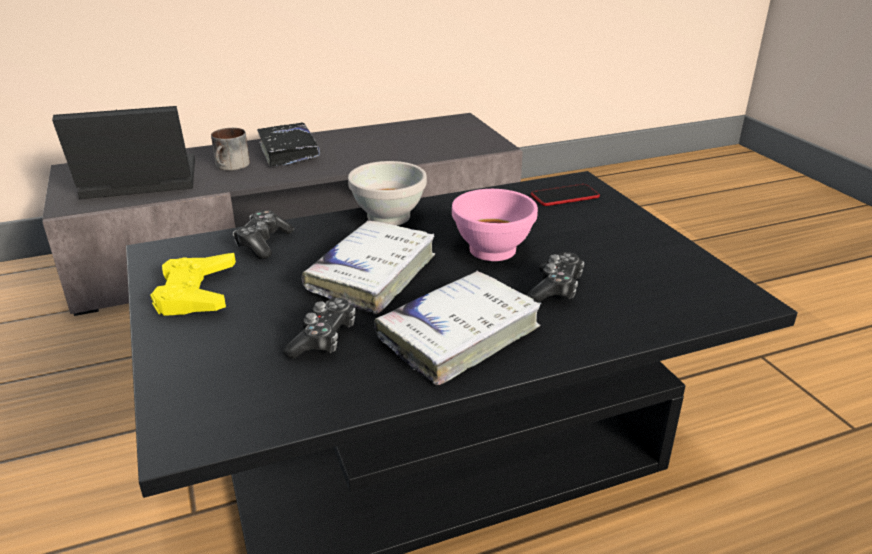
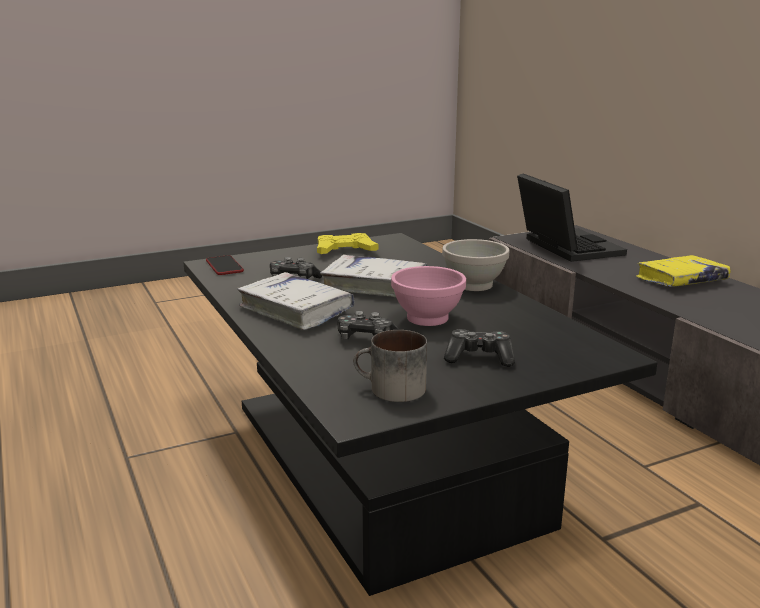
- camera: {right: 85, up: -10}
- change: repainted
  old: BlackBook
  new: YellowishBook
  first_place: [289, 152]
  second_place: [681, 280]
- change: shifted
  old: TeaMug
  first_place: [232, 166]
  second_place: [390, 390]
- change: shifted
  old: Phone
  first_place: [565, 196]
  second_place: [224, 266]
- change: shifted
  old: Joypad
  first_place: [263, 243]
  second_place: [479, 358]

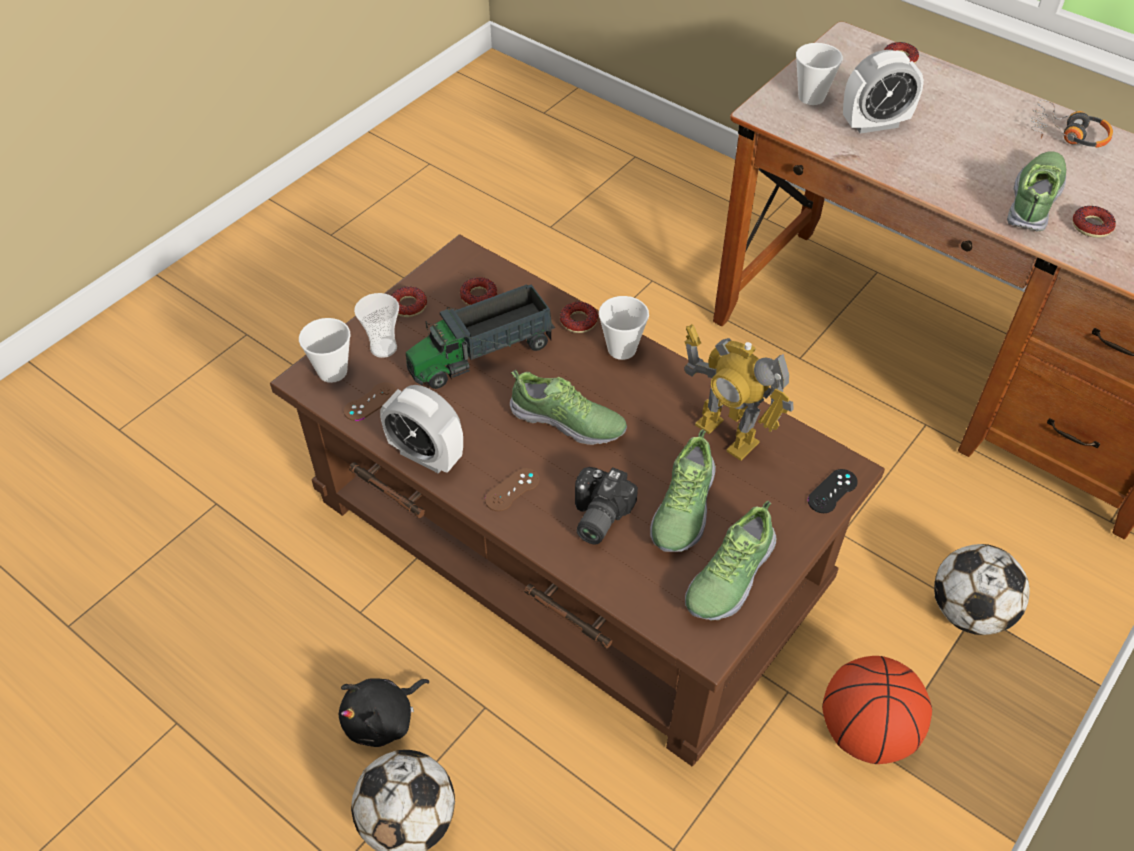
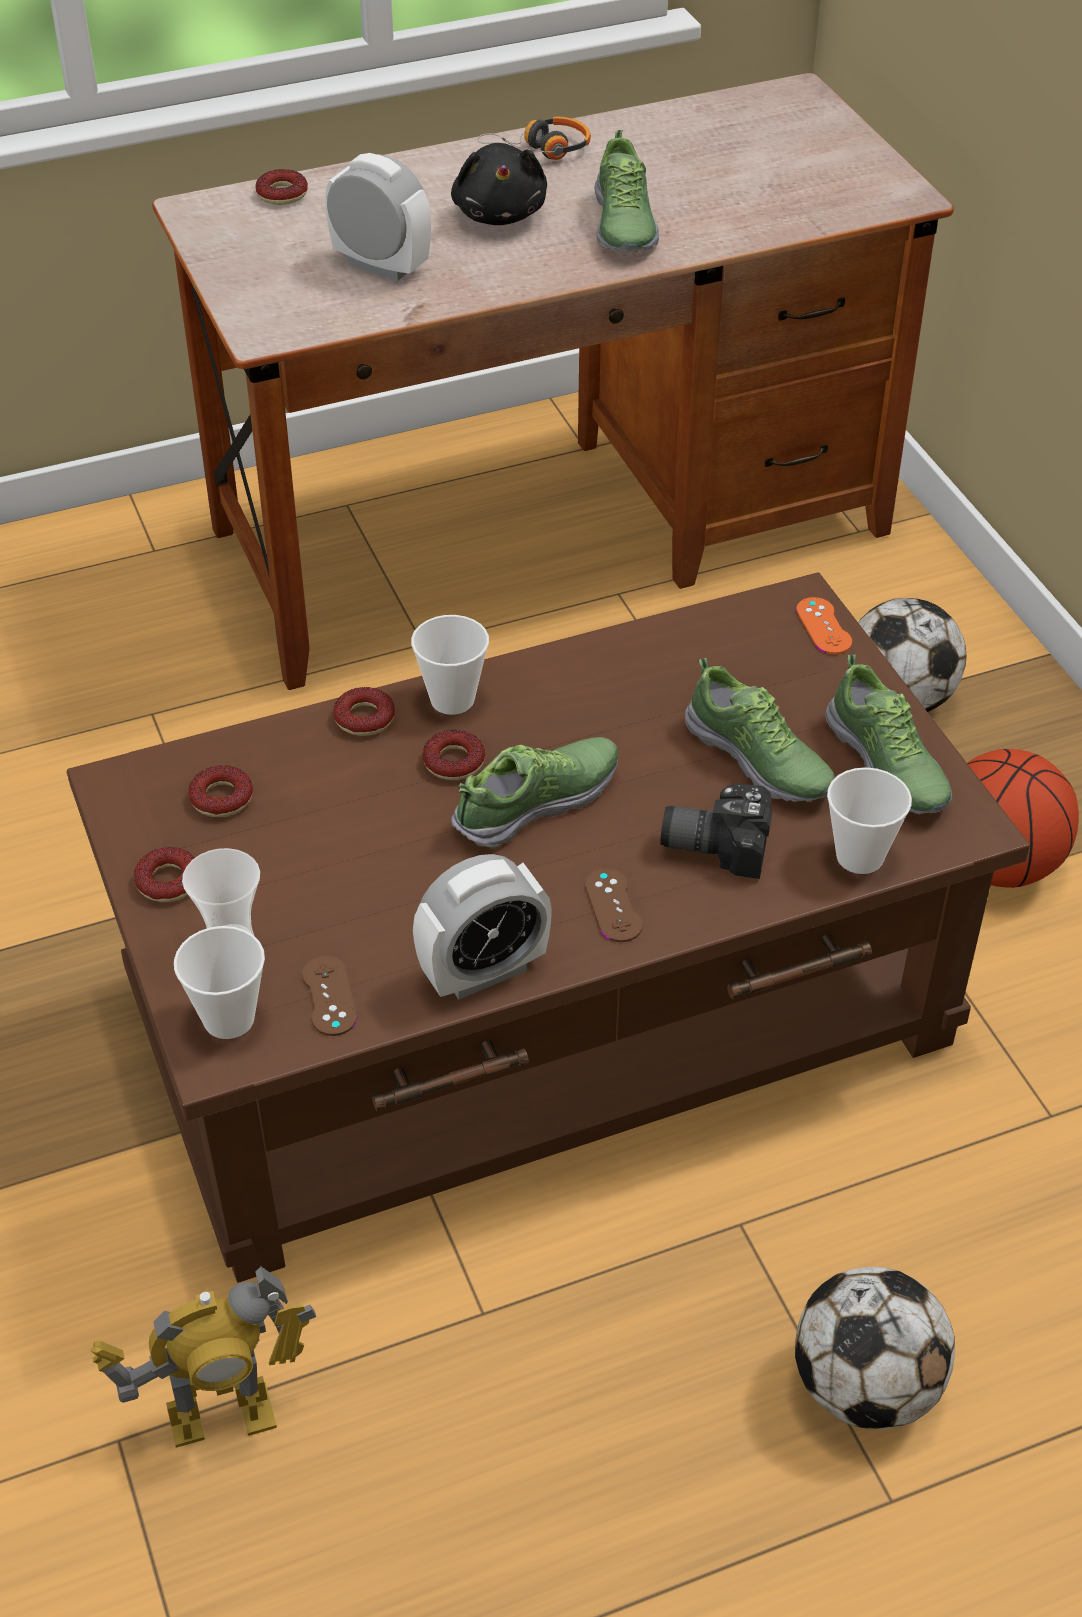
- camera: {right: -60, up: -5}
- change: shifted
  old: SmallCup
  first_place: [811, 97]
  second_place: [860, 856]
- change: rotated
  old: BedsideClock
  first_place: [874, 124]
  second_place: [381, 265]
  degrees: -75
- change: rotated
  old: ItemOfFootwear
  first_place: [1035, 200]
  second_place: [622, 225]
  degrees: -150
- change: shifted
  old: RingDoughnut
  first_place: [1091, 226]
  second_place: [454, 761]
- change: gone
  old: ToyLorry
  first_place: [481, 354]
- change: shifted
  old: RobotFigure
  first_place: [726, 434]
  second_place: [222, 1417]
- change: rotated
  old: StillCamera
  first_place: [596, 516]
  second_place: [715, 842]
  degrees: 135
- change: repainted
  old: BlackJoypad
  new: OrangeJoypad
  first_place: [832, 491]
  second_place: [823, 626]
- change: shifted
  old: BlackPlushToy
  first_place: [383, 719]
  second_place: [500, 214]

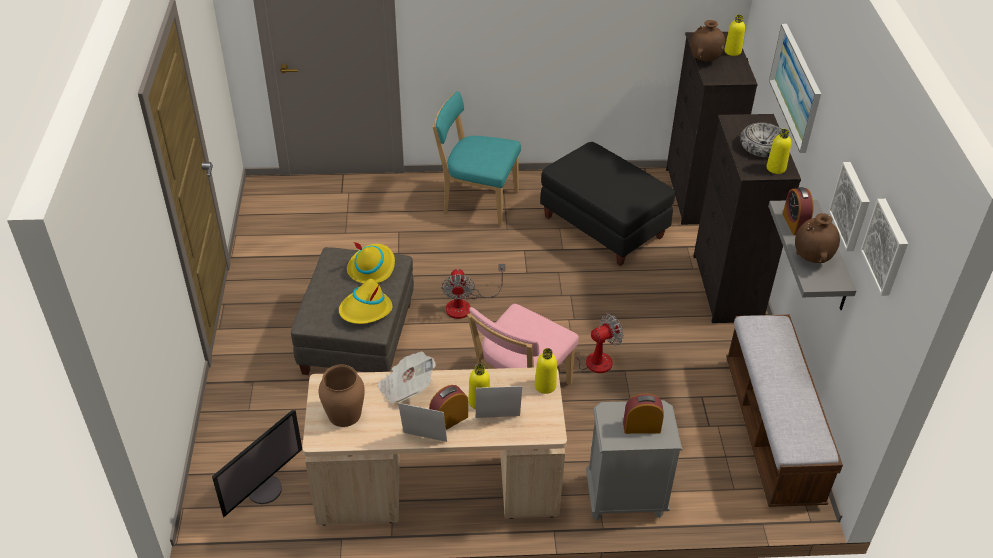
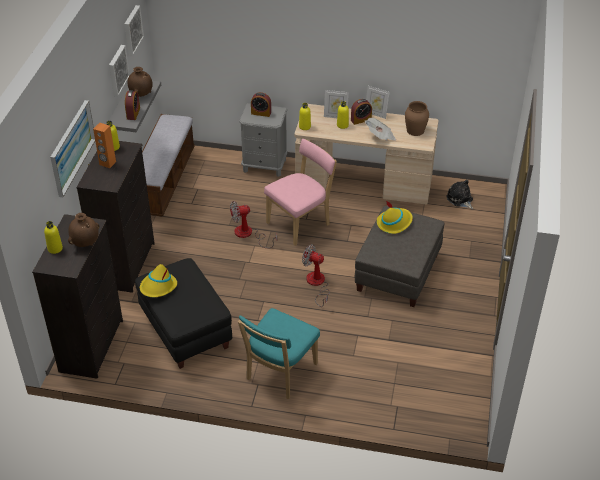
- camera: {right: -165, up: 0}
- change: rotated
  old: BlueGreenUprightChair
  first_place: [477, 202]
  second_place: [279, 373]
  degrees: 90
- change: swapped
  old: Bowl
  new: OrangeLoudspeaker
  first_place: [762, 146]
  second_place: [107, 163]
- change: shifted
  old: YellowishWearableHat
  first_place: [371, 267]
  second_place: [158, 287]
- change: rotated
  old: ElectricFan
  first_place: [466, 305]
  second_place: [317, 284]
  degrees: -75
- change: swapped
  old: ComputerScreen
  new: PlushToy
  first_place: [264, 489]
  second_place: [460, 199]

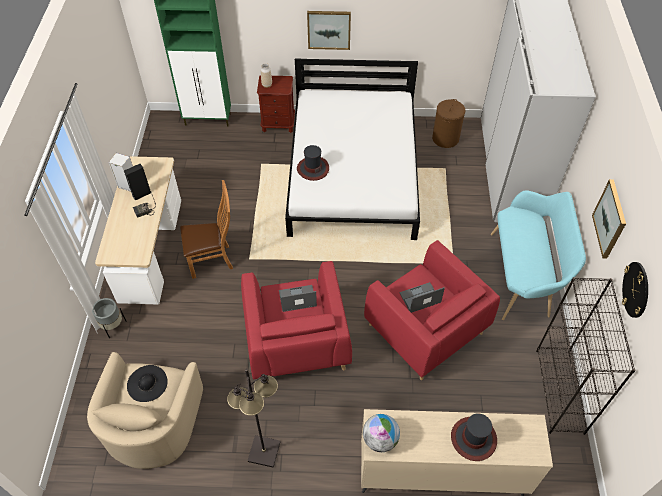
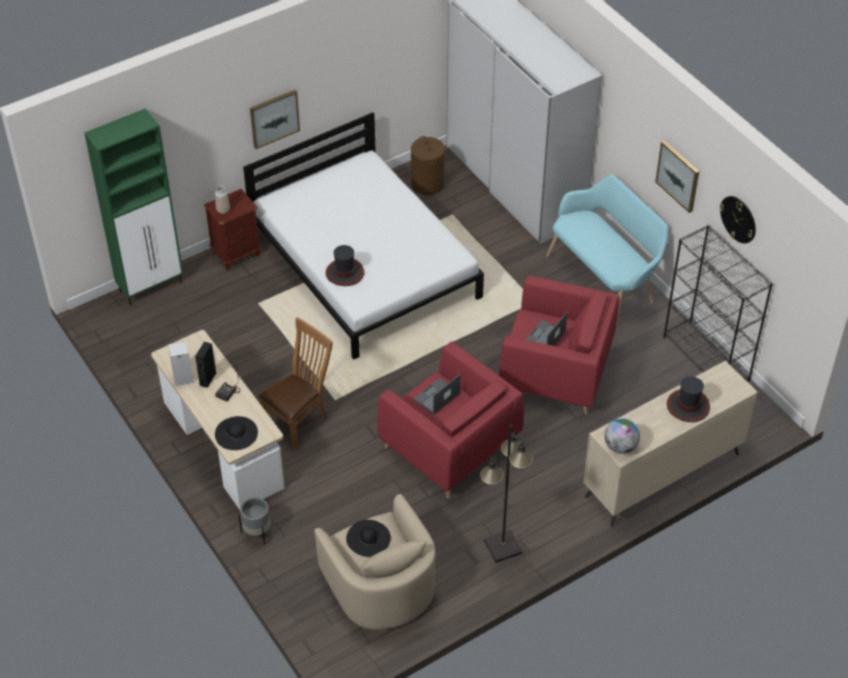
- camera: {right: -35, up: -5}
- change: new
  new: BlackWearableHat
  second_place: [236, 433]

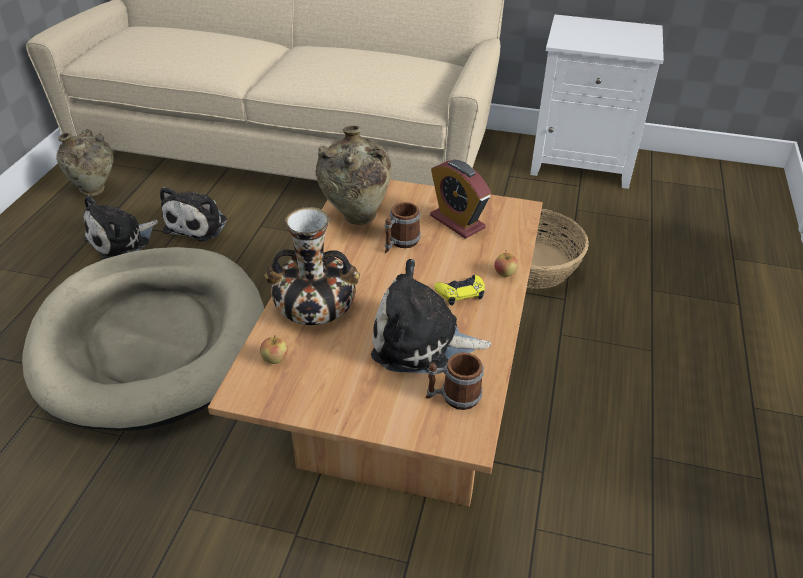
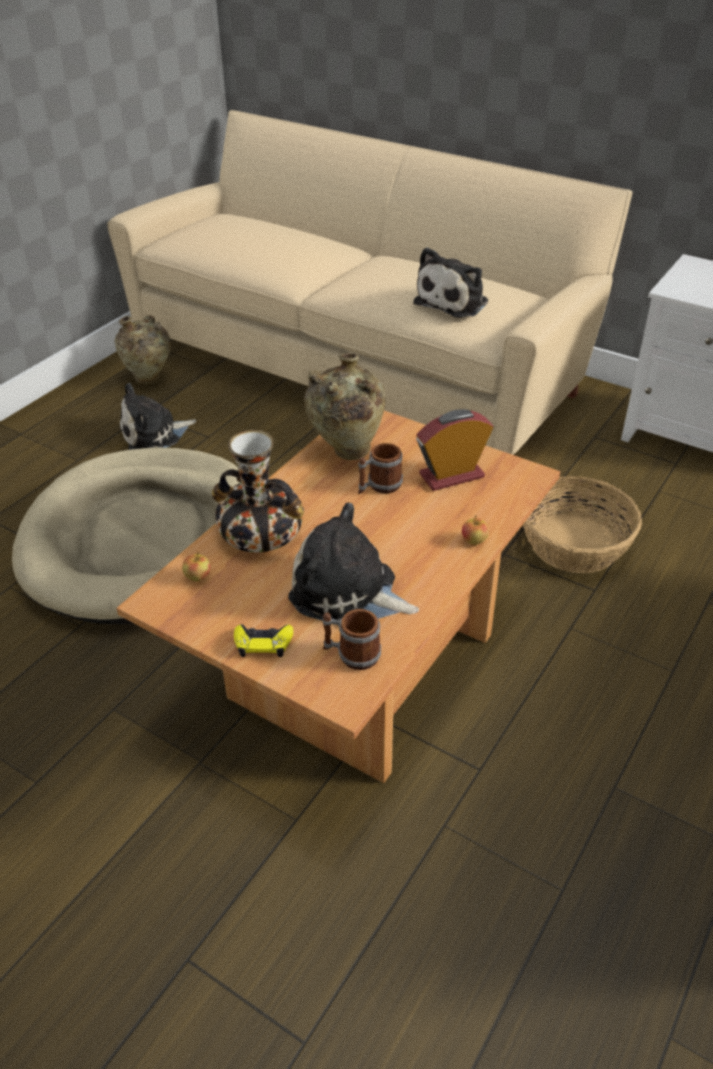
- camera: {right: 20, up: 0}
- change: rotated
  old: BedsideClock
  first_place: [457, 222]
  second_place: [451, 476]
  degrees: 90
- change: shifted
  old: PlushToy
  first_place: [198, 224]
  second_place: [454, 301]
- change: shifted
  old: YellowishJoypad
  first_place: [460, 292]
  second_place: [263, 643]

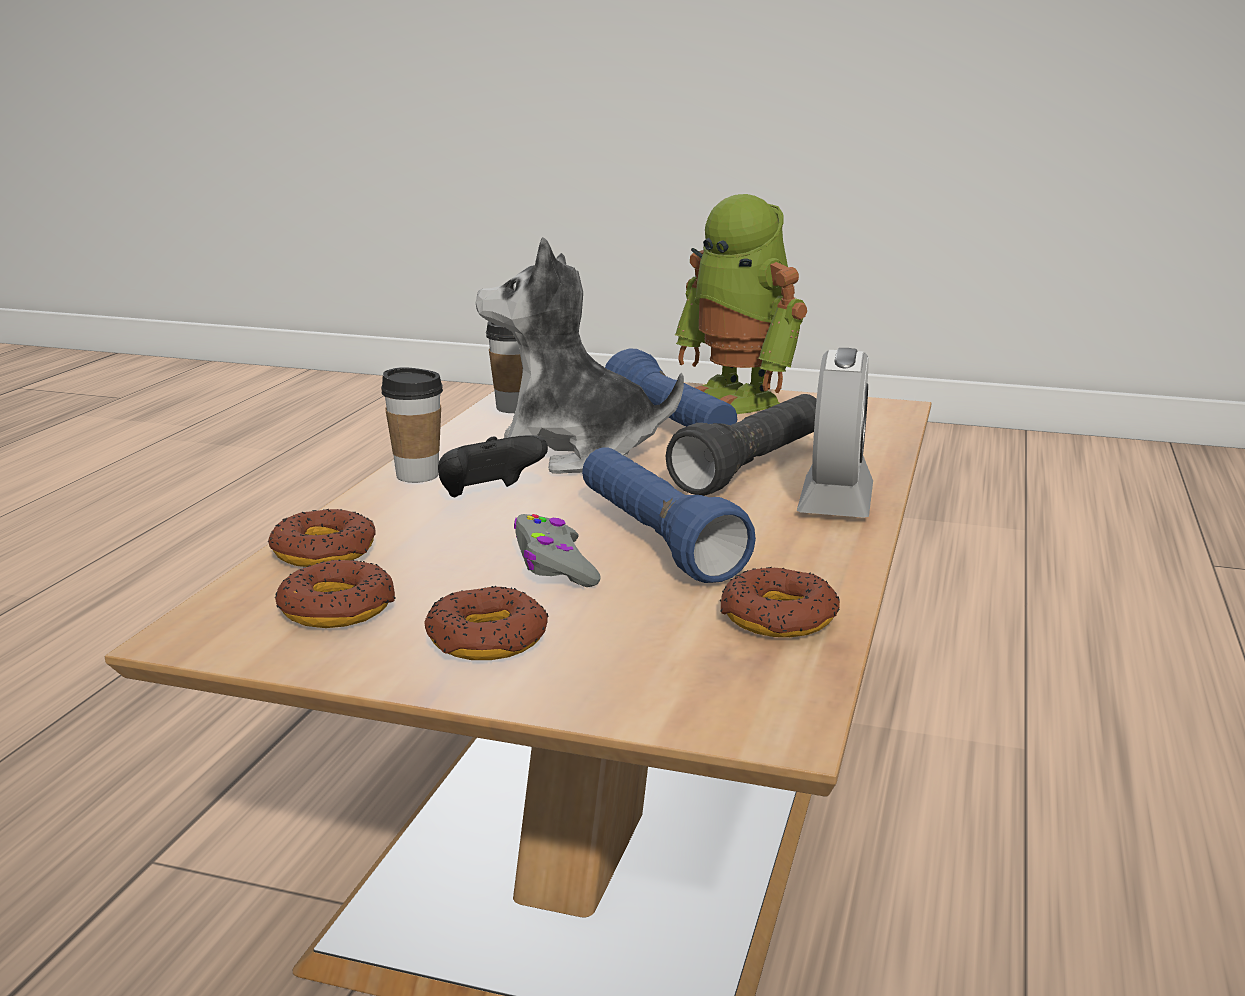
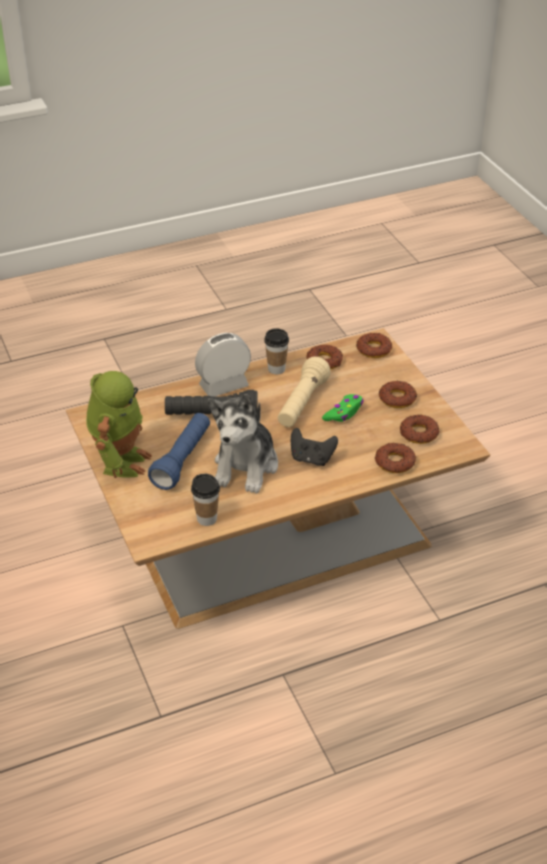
- camera: {right: -130, up: 20}
- change: rotated
  old: PlushToy
  first_place: [571, 453]
  second_place: [246, 466]
  degrees: 45
- change: shifted
  old: SmallCup
  first_place: [417, 475]
  second_place: [276, 369]
- change: repainted
  old: BlueColouredTorch
  new: SandColouredTorch
  first_place: [656, 541]
  second_place: [302, 404]
- change: repainted
  old: GrayJoypad
  new: GreenishJoypad
  first_place: [554, 565]
  second_place: [344, 413]
- change: new
  new: RingDoughnut
  second_place: [374, 349]

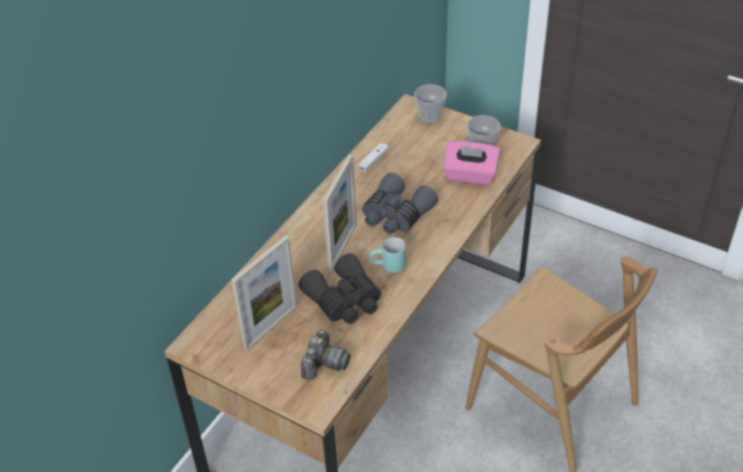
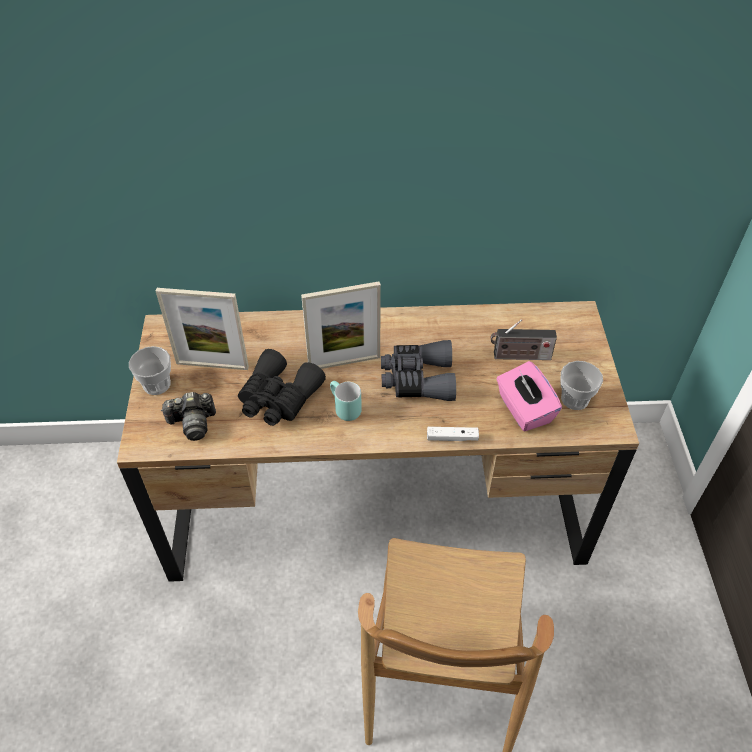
- camera: {right: 55, up: 5}
- change: shifted
  old: SmallCup
  first_place: [430, 116]
  second_place: [157, 384]
- change: shifted
  old: WhiteJoypad
  first_place: [373, 161]
  second_place: [452, 438]
- change: new
  new: Radio
  second_place: [519, 356]

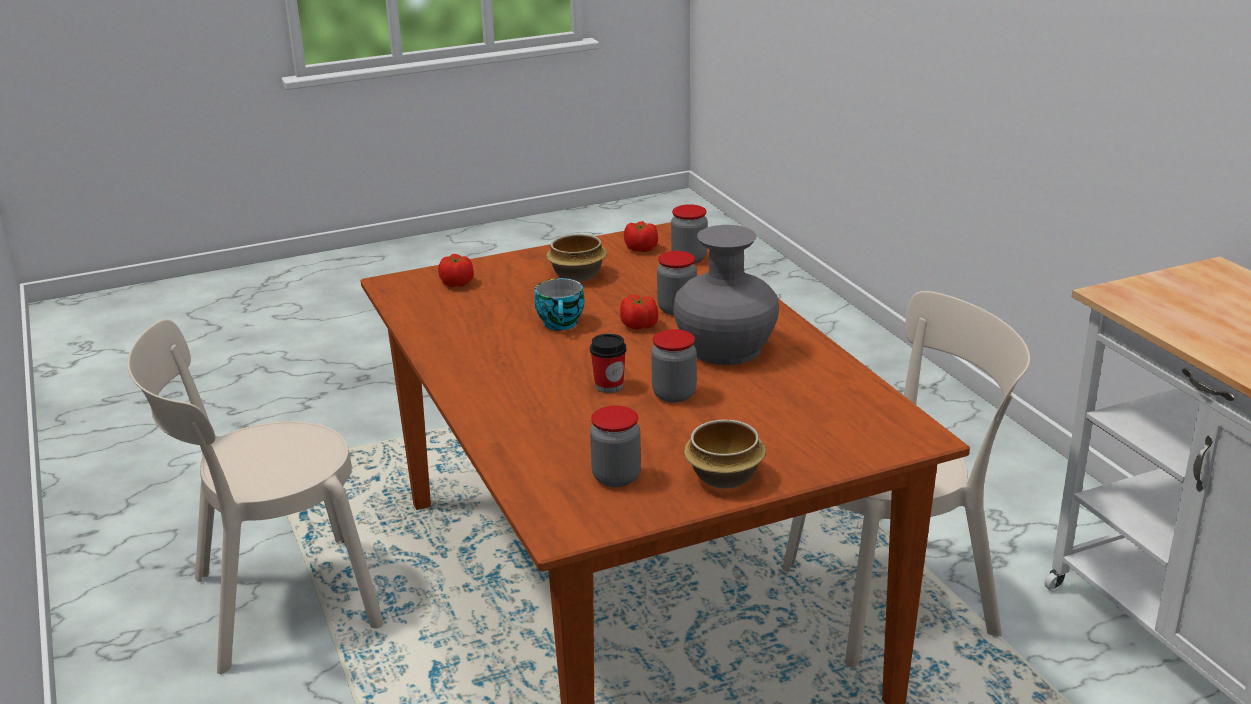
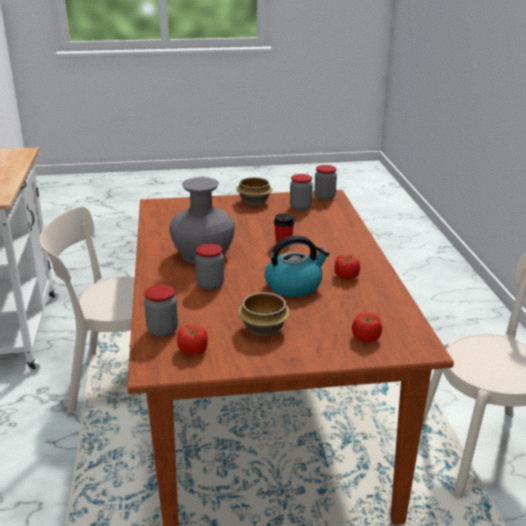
- camera: {right: -165, up: 0}
- change: swapped
  old: SmallCup
  new: Kettle
  first_place: [562, 324]
  second_place: [294, 286]
- change: shifted
  old: FreshTomato
  first_place: [639, 326]
  second_place: [346, 276]
- change: shifted
  old: StorageJar
  first_place: [674, 394]
  second_place: [324, 197]

